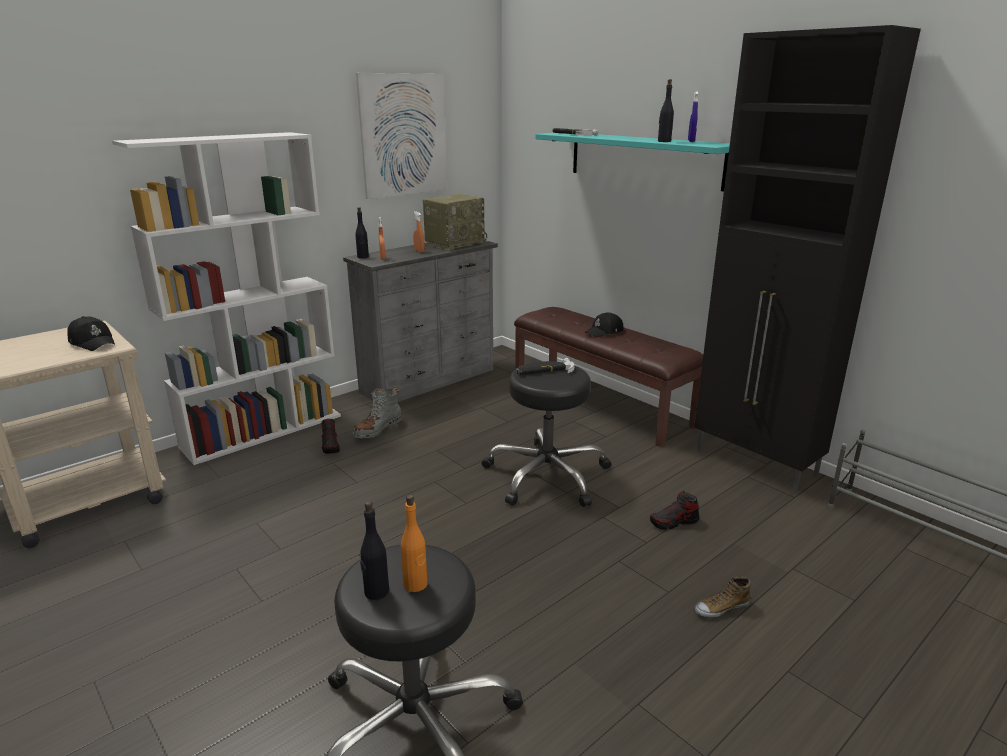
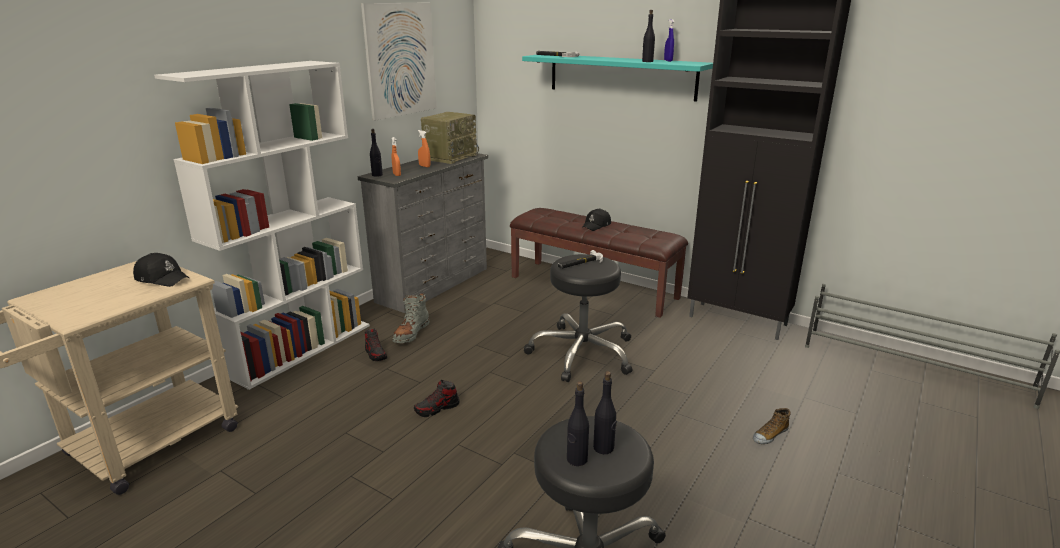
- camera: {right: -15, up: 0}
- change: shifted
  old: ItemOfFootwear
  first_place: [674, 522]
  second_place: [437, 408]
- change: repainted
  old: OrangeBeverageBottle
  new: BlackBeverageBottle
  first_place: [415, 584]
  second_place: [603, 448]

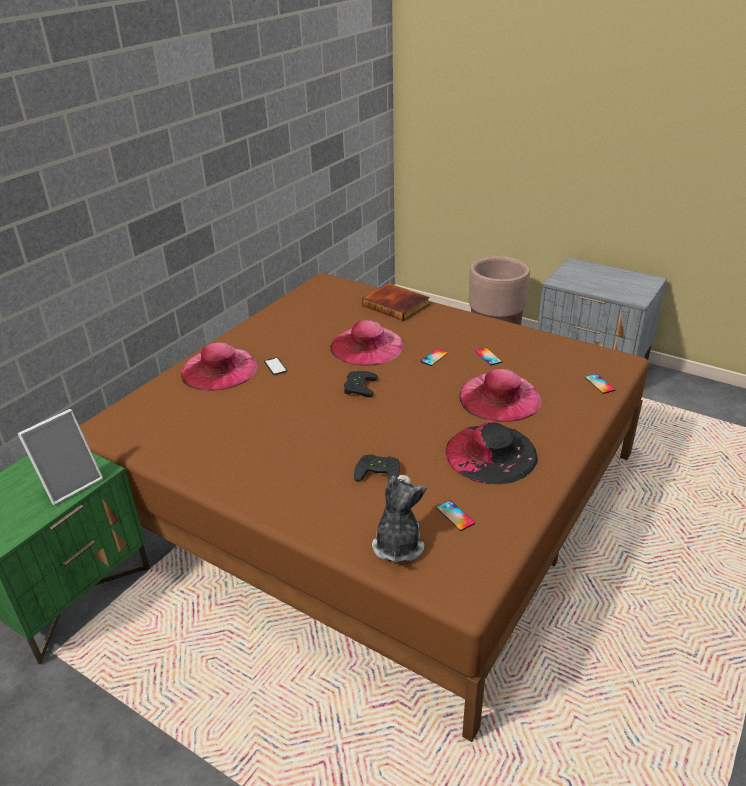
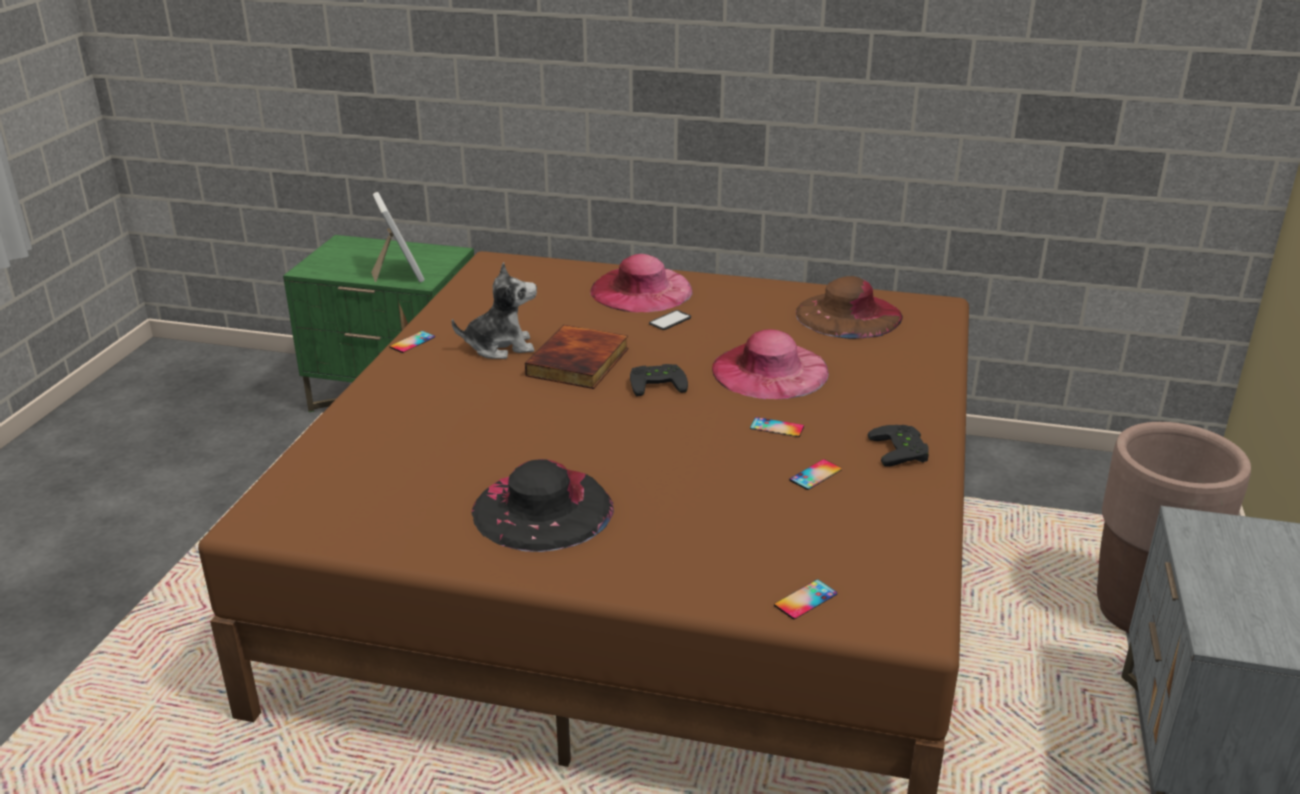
- camera: {right: 70, up: -5}
- change: shifted
  old: Book
  first_place: [396, 304]
  second_place: [579, 363]
- change: gone
  old: PinkishWearableHat
  first_place: [499, 397]
- change: rotated
  old: PhotoFrame
  first_place: [70, 483]
  second_place: [398, 274]
  degrees: -135
- change: shifted
  old: BlackJoypad
  first_place: [379, 471]
  second_place: [903, 450]
- change: shifted
  old: PlushToy
  first_place: [397, 544]
  second_place: [500, 347]
- change: shifted
  old: Phone
  first_place: [455, 515]
  second_place: [412, 342]
- change: new
  new: BrownColouredWearableHat
  second_place: [848, 314]

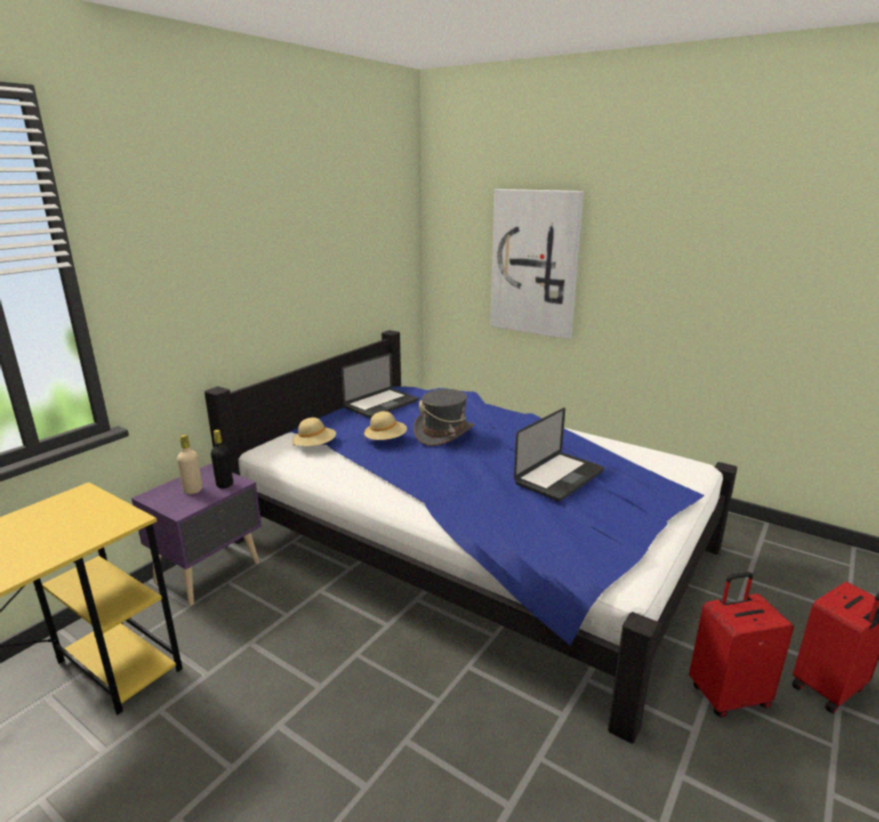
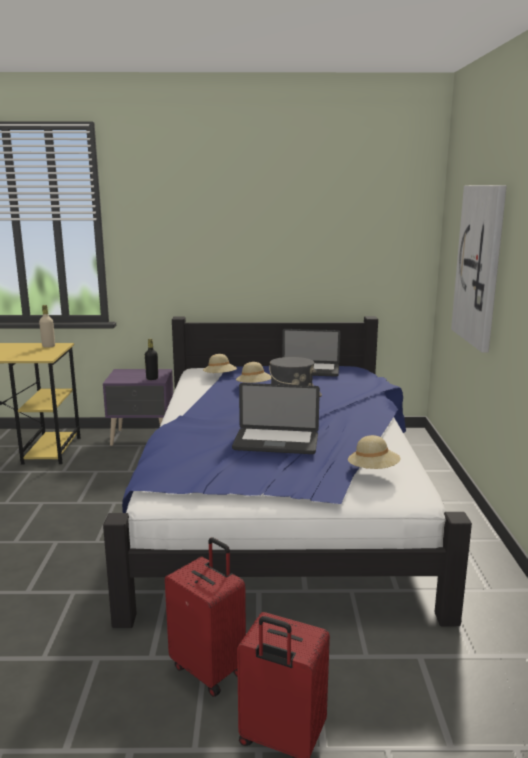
- camera: {right: 55, up: -5}
- change: shifted
  old: SandColouredBeverageBottle
  first_place: [193, 490]
  second_place: [48, 346]
- change: new
  new: SandColouredWearableHat
  second_place: [373, 470]

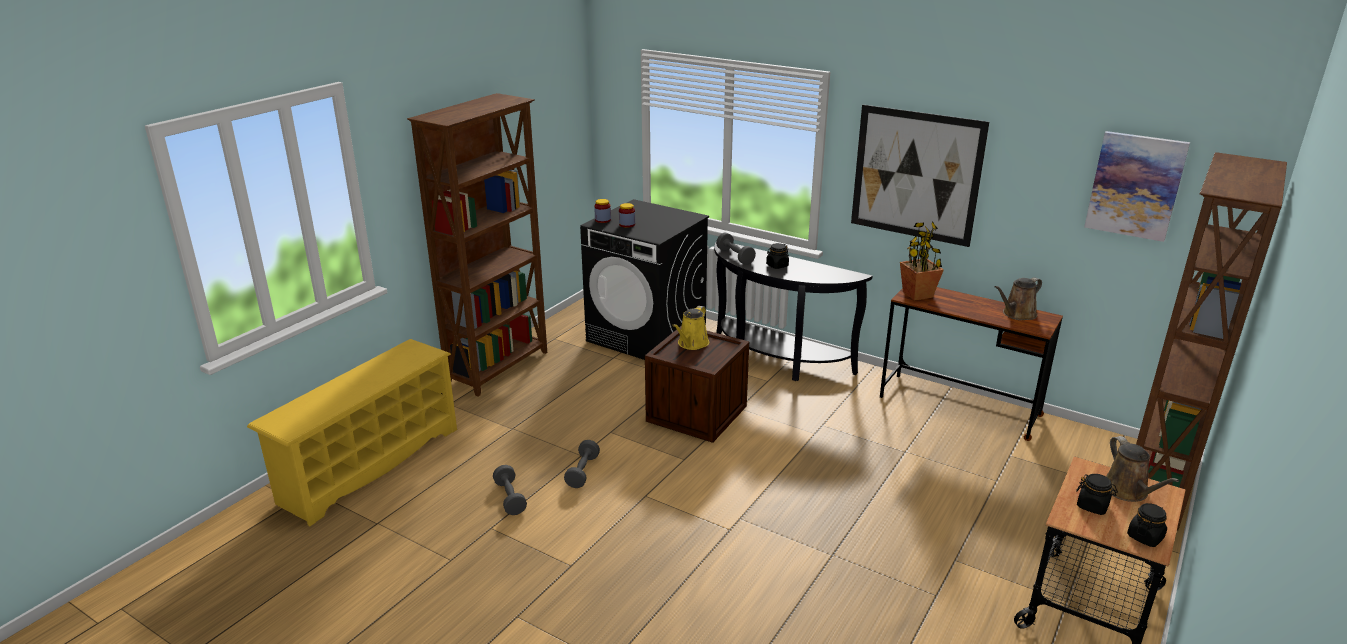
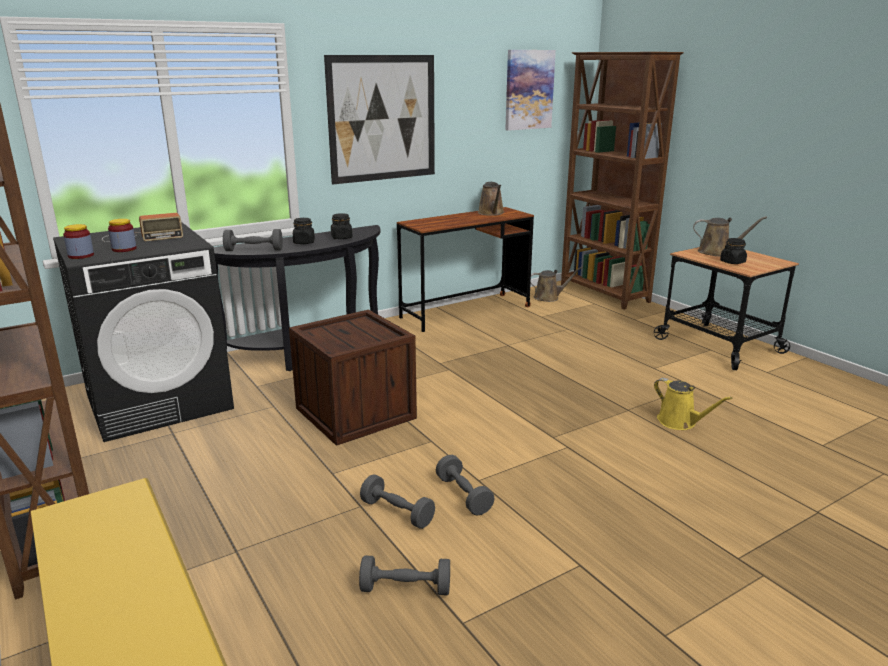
- camera: {right: -65, up: -5}
- change: gone
  old: PlantInAPot
  first_place: [917, 295]
- change: shifted
  old: YellowishSprinklingCan
  first_place: [692, 344]
  second_place: [680, 422]
- change: shifted
  old: BlackStorageJar
  first_place: [1145, 537]
  second_place: [341, 237]
- change: new
  new: Radio
  second_place: [140, 237]
- change: new
  new: BrownColouredSprinklingCan
  second_place: [549, 297]
- change: new
  new: GrayDumbbell
  second_place: [463, 495]

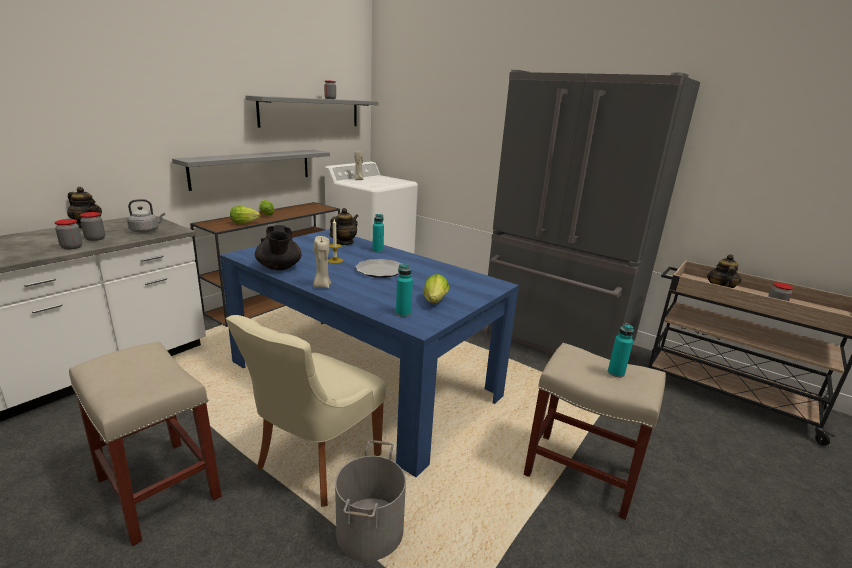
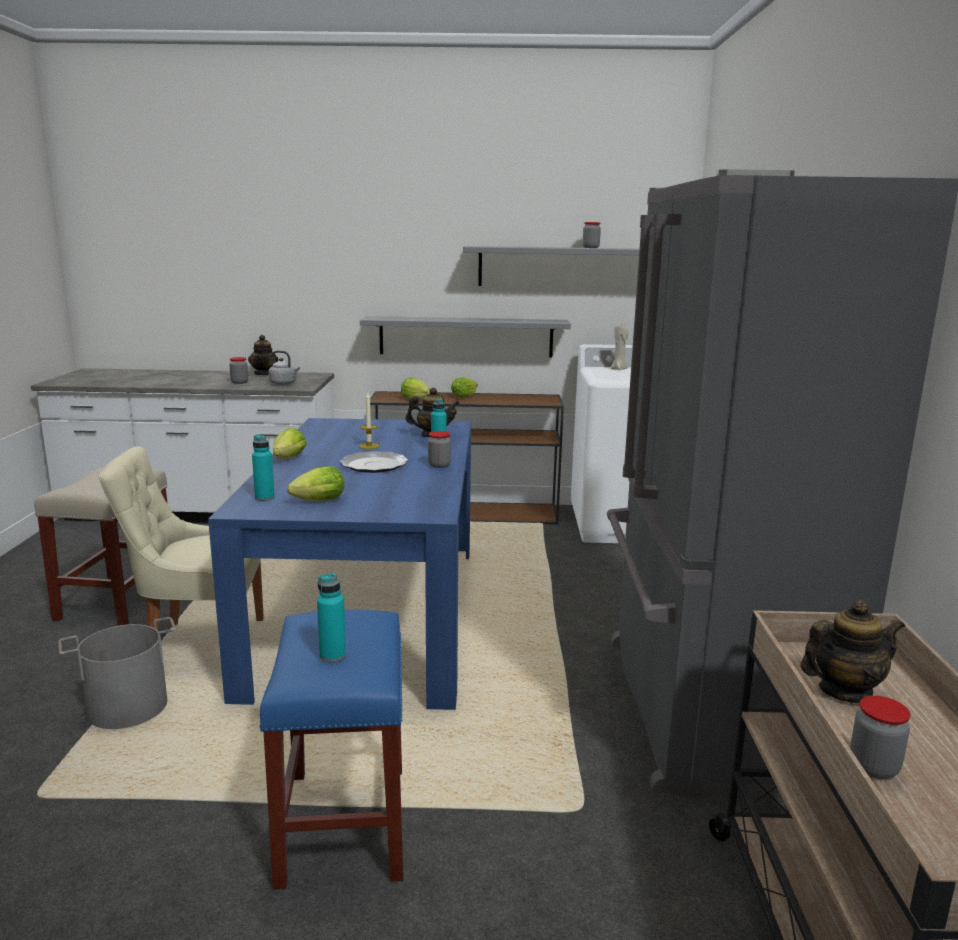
- camera: {right: 55, up: -5}
- change: shifted
  old: StorageJar
  first_place: [72, 247]
  second_place: [439, 465]
- change: gone
  old: BlackTeapot
  first_place: [279, 268]
- change: swapped
  old: SandColouredWaxLight
  new: Lettuce
  first_place: [322, 286]
  second_place: [287, 459]
- change: repainted
  old: SandColouredStoolSeat
  new: BlueColouredStoolSeat
  first_place: [582, 473]
  second_place: [344, 826]

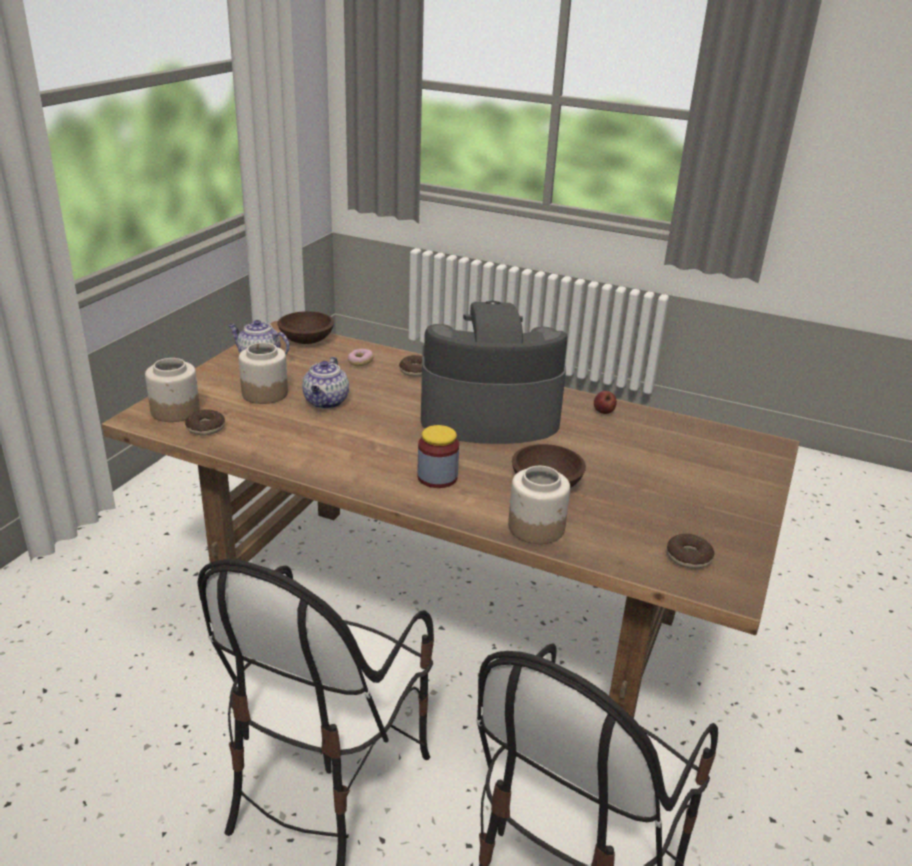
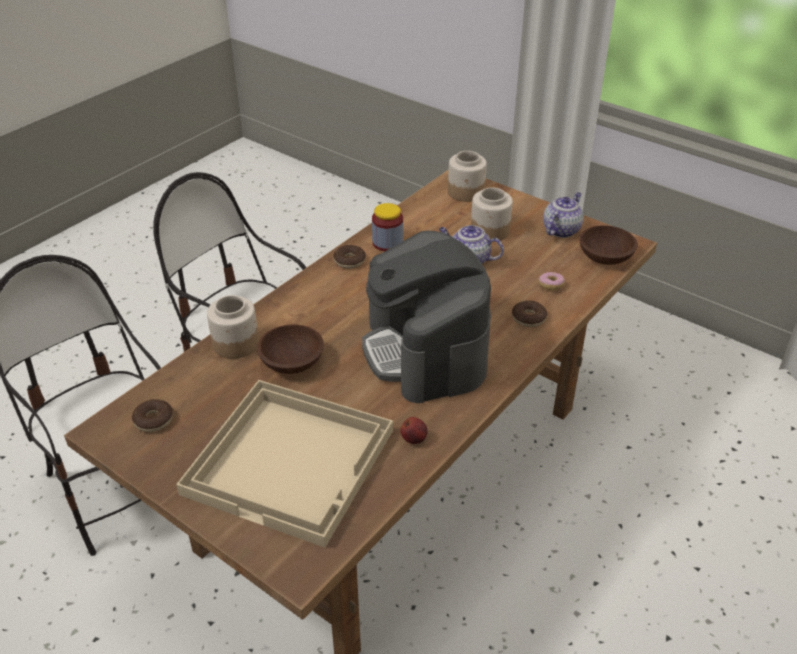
- camera: {right: 105, up: 10}
- change: rotated
  old: CoffeeMaker
  first_place: [488, 415]
  second_place: [425, 351]
  degrees: 150
- change: shifted
  old: RingDoughnut
  first_place: [206, 428]
  second_place: [349, 261]
- change: shifted
  old: StorageJar
  first_place: [437, 477]
  second_place: [387, 243]
- change: new
  new: SandColouredServingTray
  second_place: [292, 461]

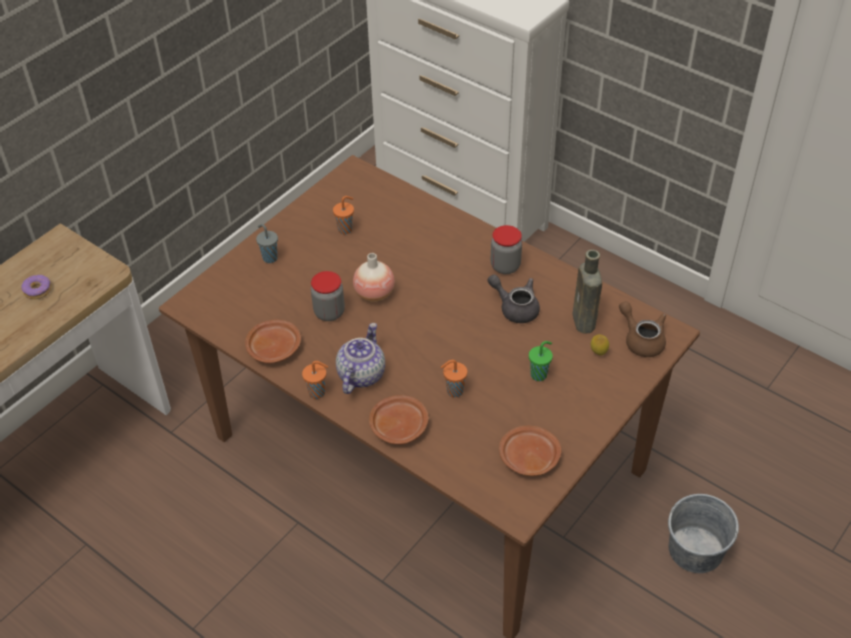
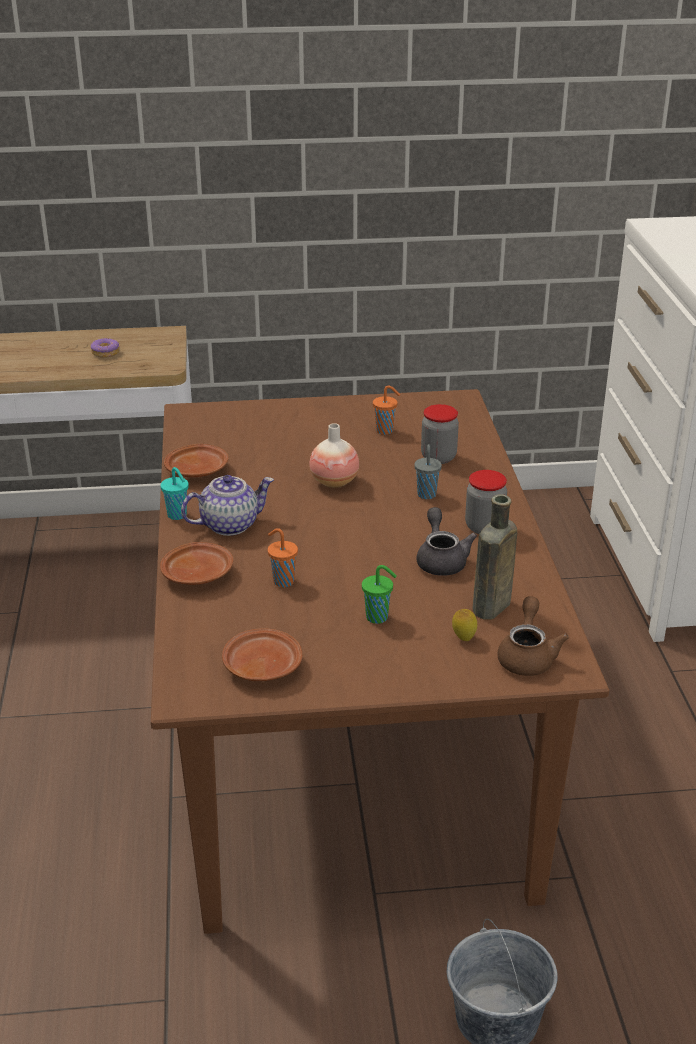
- camera: {right: 45, up: -15}
- change: shifted
  old: GraySmallCup
  first_place: [269, 257]
  second_place: [426, 494]
- change: shifted
  old: StorageJar
  first_place: [329, 312]
  second_place: [438, 457]
- change: repainted
  old: OrangeSmallCup
  new: BlueGreenSmallCup
  first_place: [318, 392]
  second_place: [178, 515]

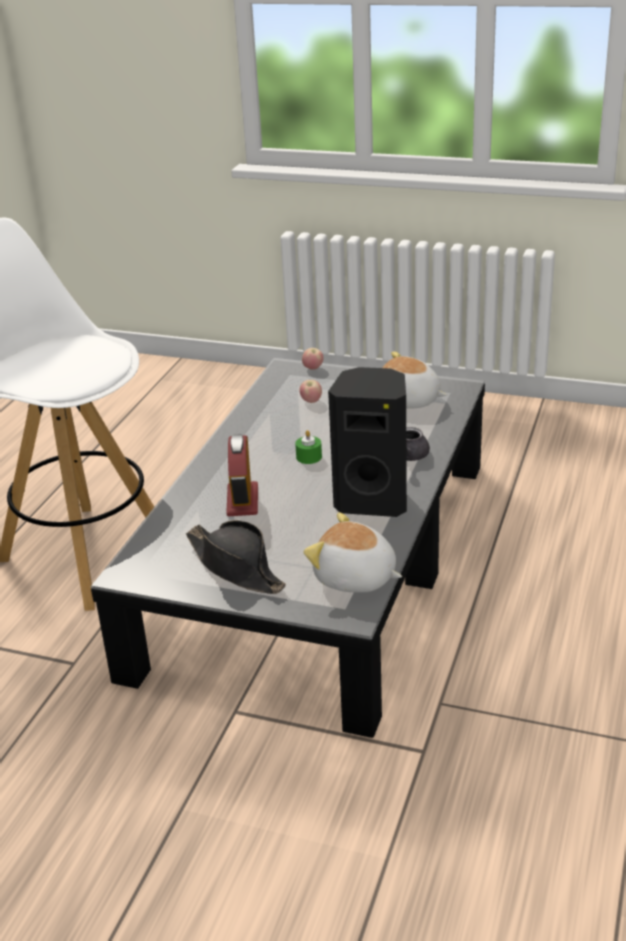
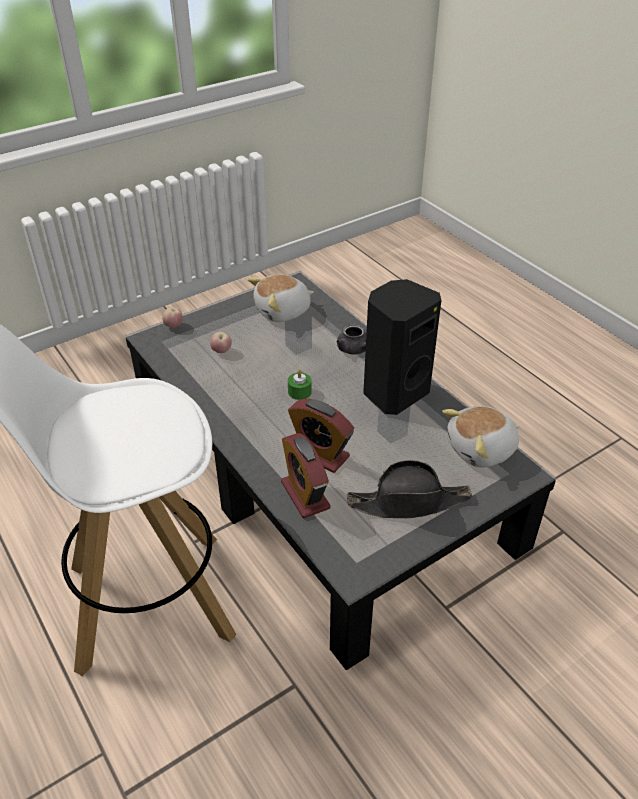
- camera: {right: -55, up: 10}
- change: new
  new: BedsideClock
  second_place: [305, 495]

